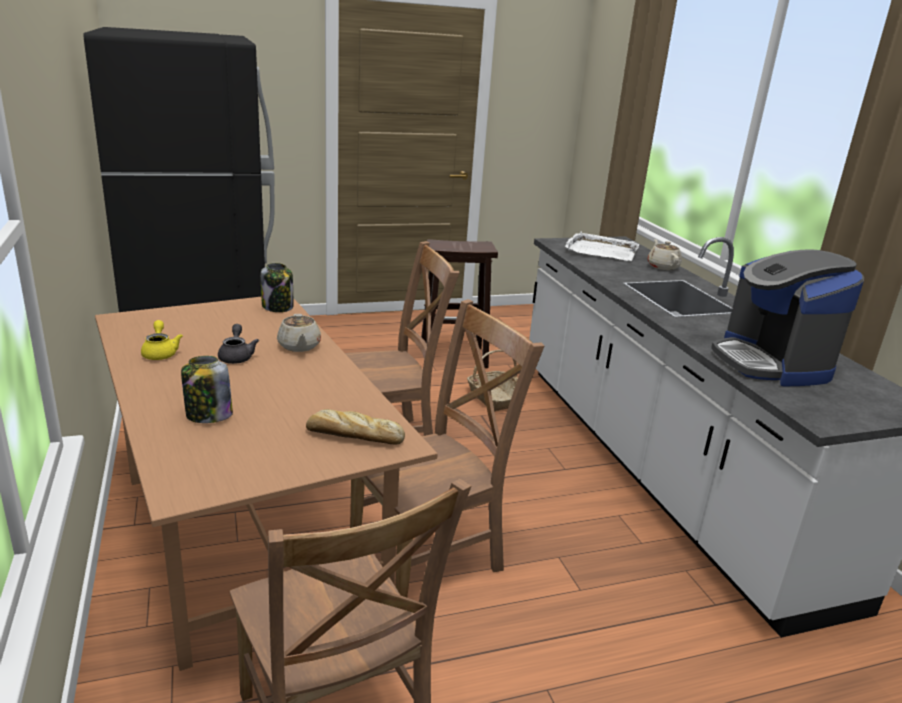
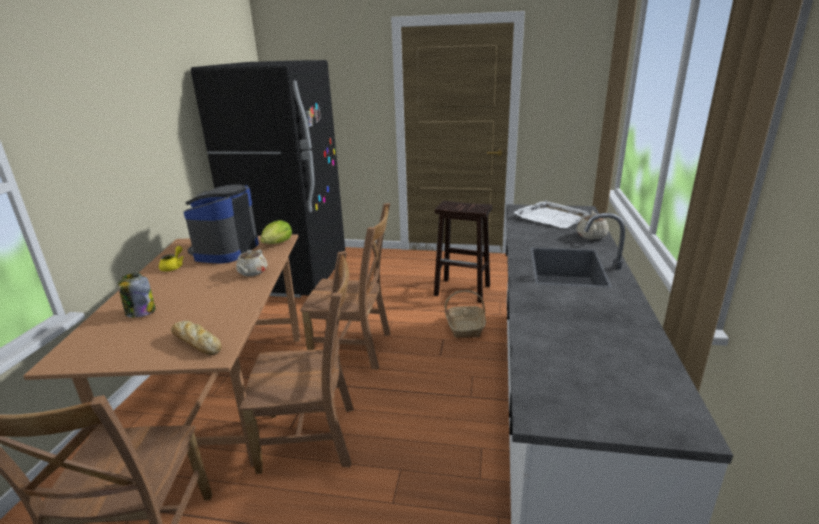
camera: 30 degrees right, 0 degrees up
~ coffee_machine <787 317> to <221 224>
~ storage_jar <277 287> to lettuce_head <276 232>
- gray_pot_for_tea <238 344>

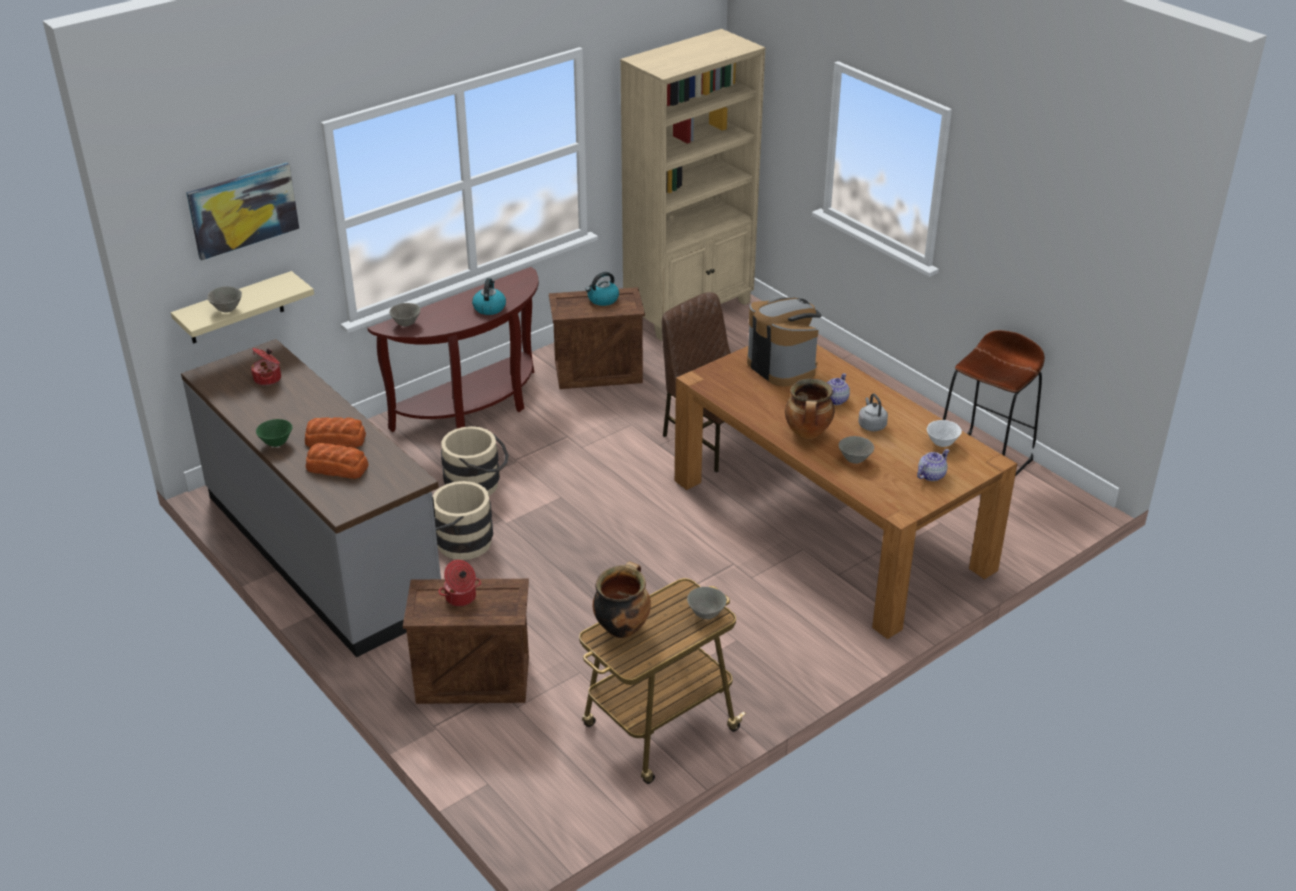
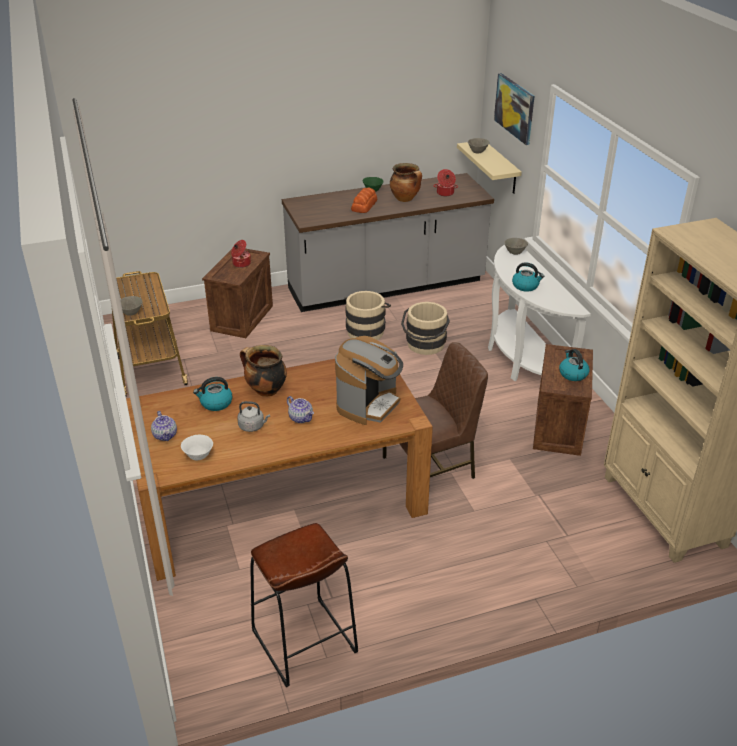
camera: 110 degrees right, 0 degrees up
~ brown_console_table <453 349> to whitish_console_table <539 313>
~ coffee_machine <784 341> = <369 380> 45 degrees counterclockwise
~ gray_bowl <856 450> to water_kettle <212 394>
- bread <337 461>
~ saucepot <622 599> to <406 182>

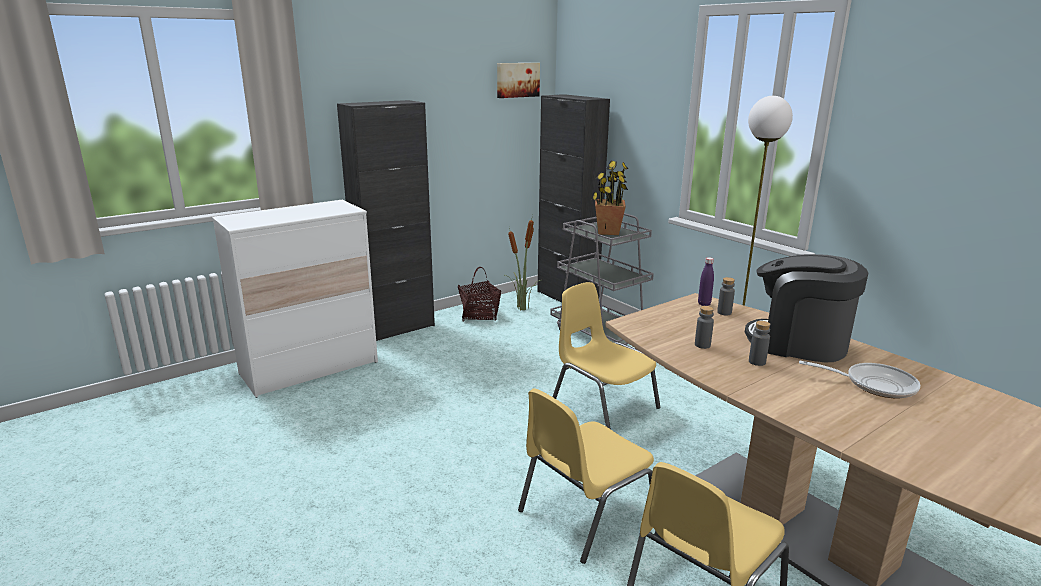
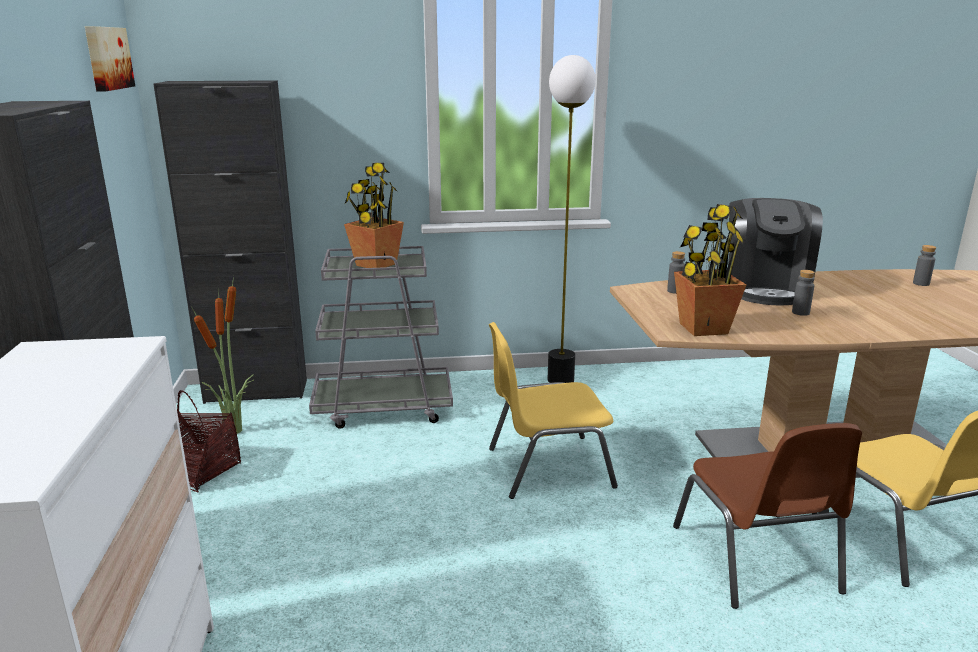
camera: 60 degrees left, 0 degrees up
~ coffee_machine <806 308> = <775 251> 45 degrees counterclockwise
- purple-coloured_drink_bottle <706 281>
~ gray_drink_bottle <704 327> to <924 265>
- skillet <859 379>
~ yellow_plain_chair <586 476> to brown_plain_chair <767 516>
+ houseplant <710 270>

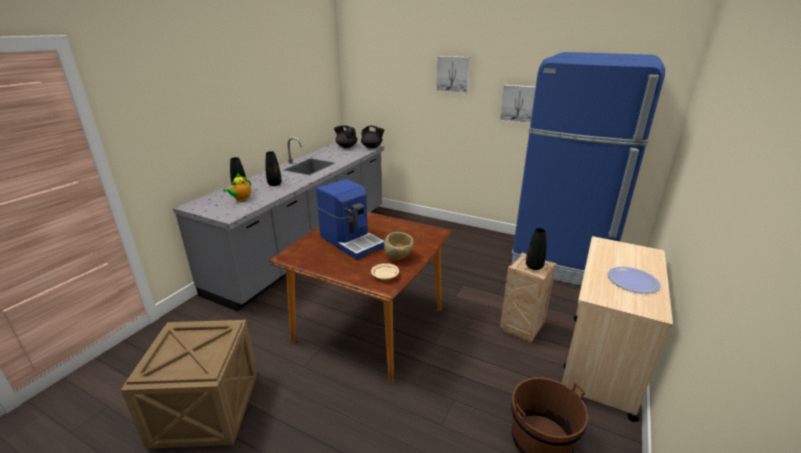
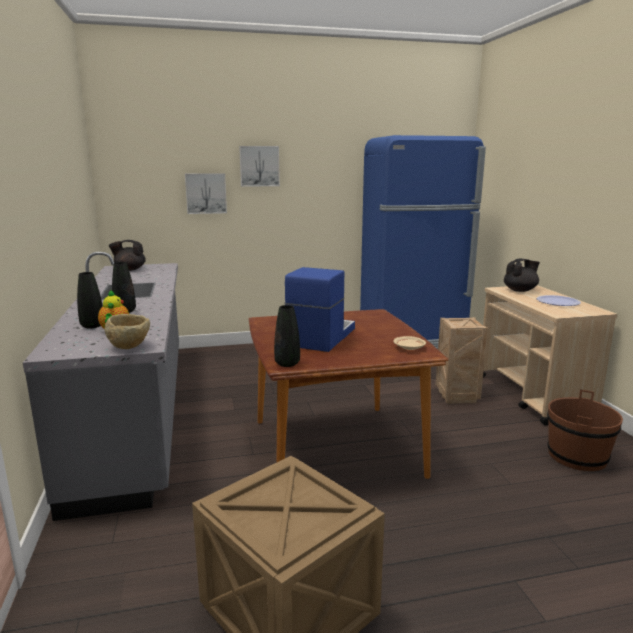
camera: 40 degrees left, 10 degrees down
~ wall_picture <517 104> to <206 193>
~ blackish_pot_for_tea <372 136> to <522 275>
~ coffee_machine <350 219> = <320 309> 75 degrees counterclockwise
~ blackish_vase <536 249> to <287 336>
~ beige-coloured_bowl <399 246> to <127 331>

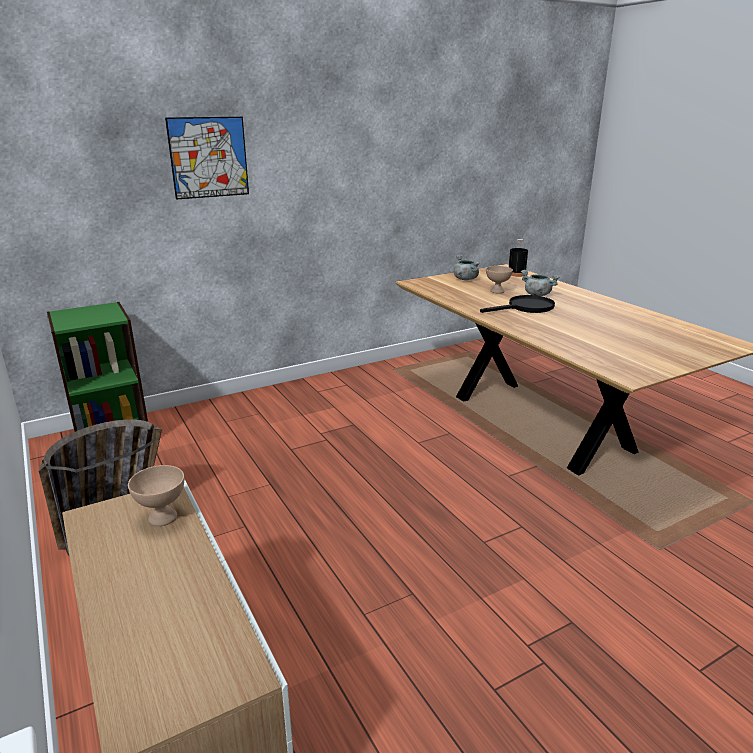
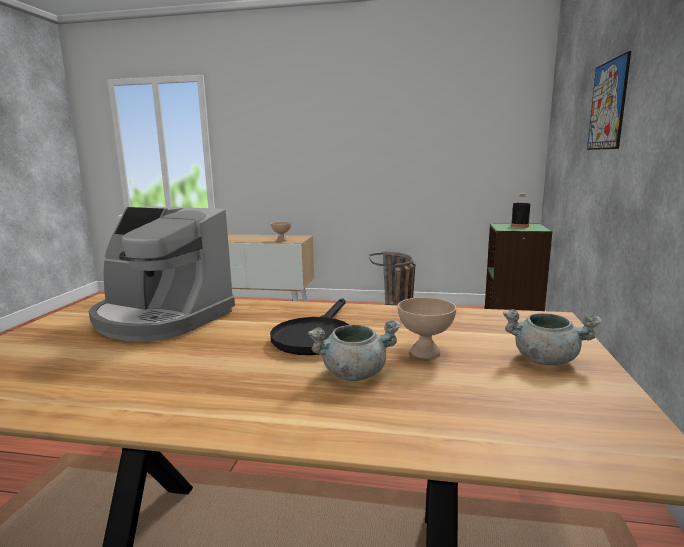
camera: 130 degrees right, 10 degrees down
~ blackish_drink_bottle <518 258> to <520 211>
+ coffee_machine <162 274>

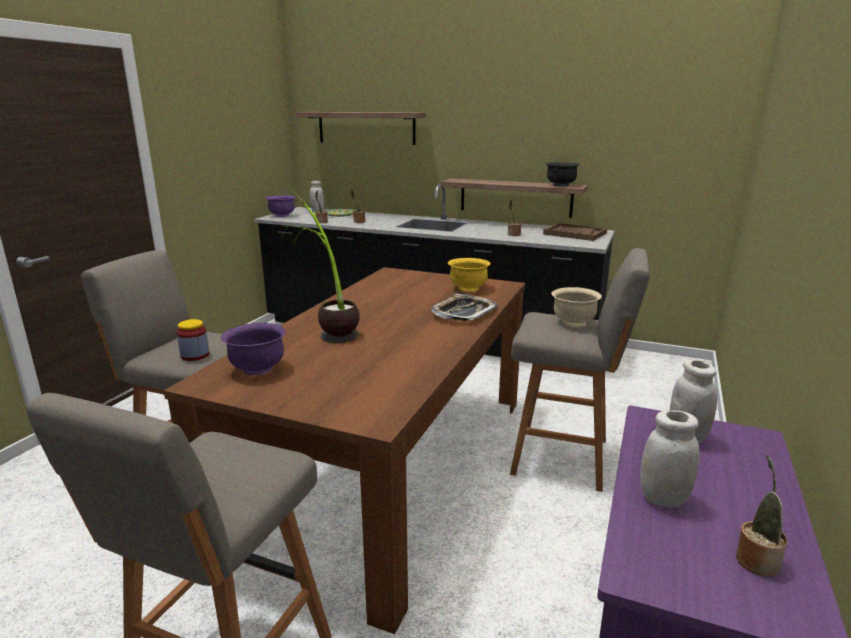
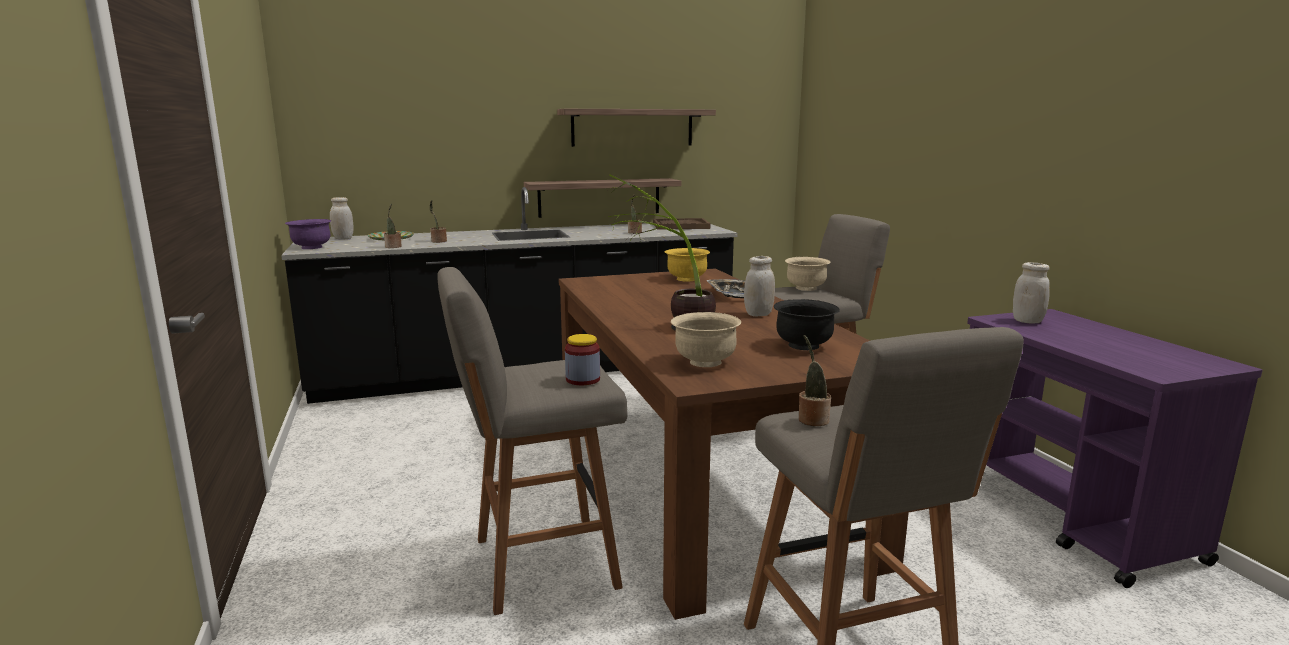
camera: 40 degrees left, 5 degrees down
~ wall_shelf <360 128> to <636 128>
~ blackish_bowl <563 174> to <807 324>
~ purple-coloured_bowl <253 349> to beige-coloured_bowl <706 339>
~ whitish_storage_jar <670 459> to <759 286>
~ houseplant <762 516> to <815 380>

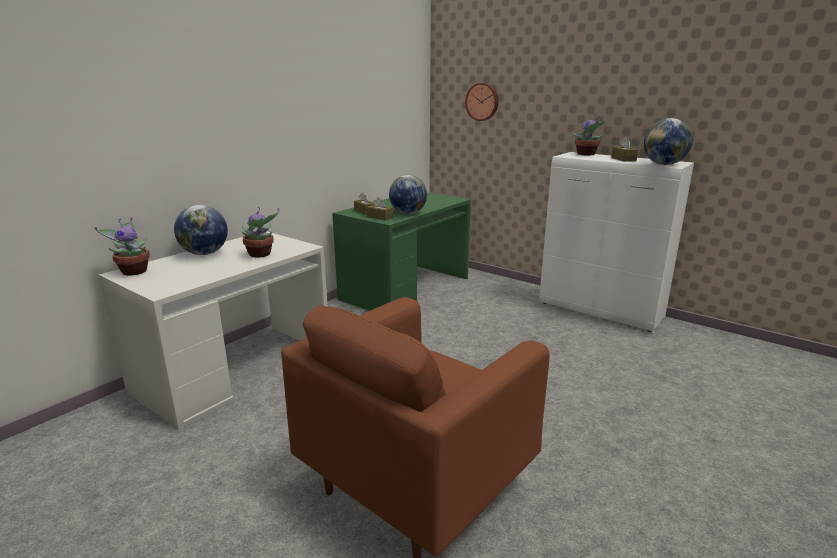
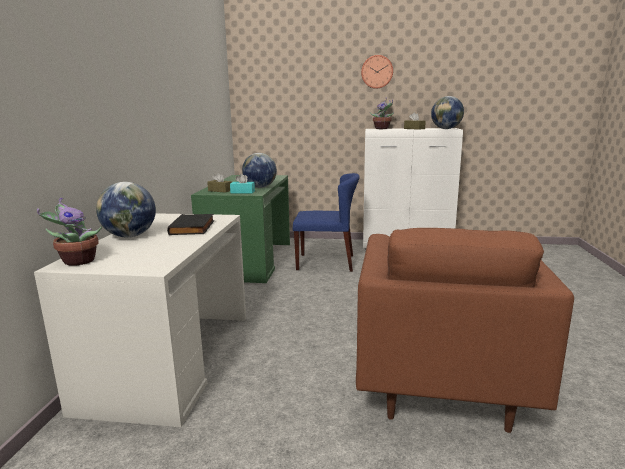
camera: 30 degrees left, 5 degrees down
~ clock_on_the_wall <481 102> to <377 72>
~ brown_tissue_holder <380 209> to blue-green_tissue_holder <242 183>
~ houseplant <260 232> to blackish_bound_book <190 224>
+ bluish_plain_chair <326 222>

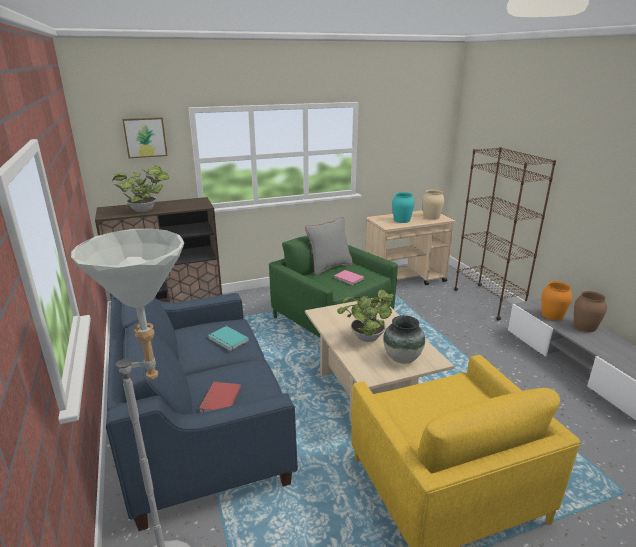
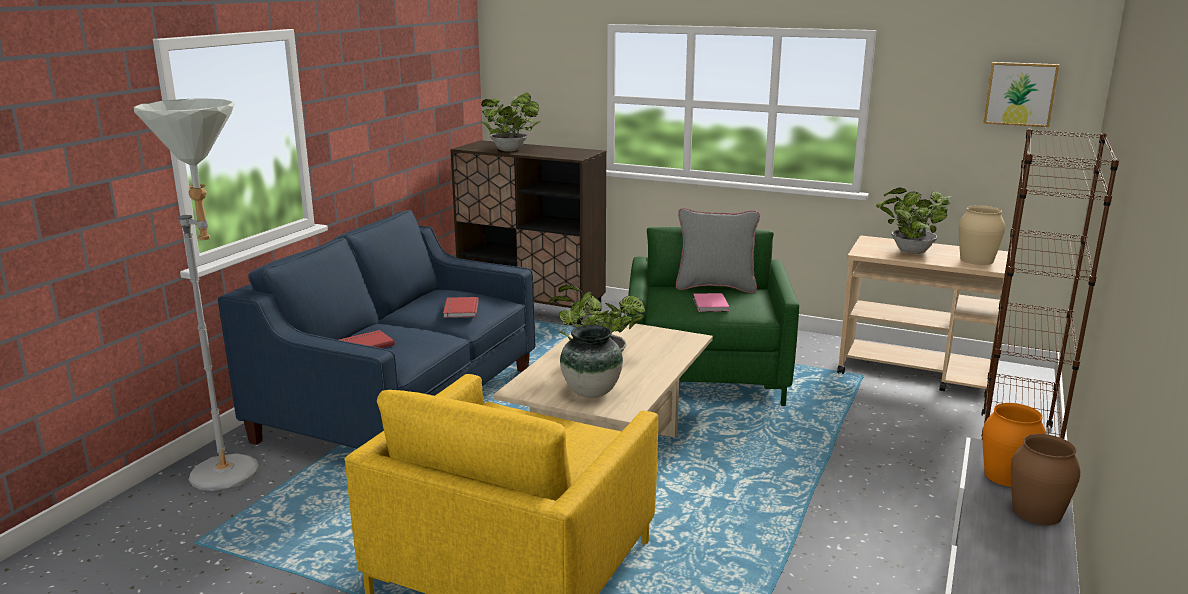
camera: 45 degrees right, 5 degrees down
~ wall_picture <144 137> to <1021 94>
~ blue-green_vase <403 207> to houseplant <914 221>
~ blue-green_bound_book <228 338> to red-coloured_bound_book <461 307>

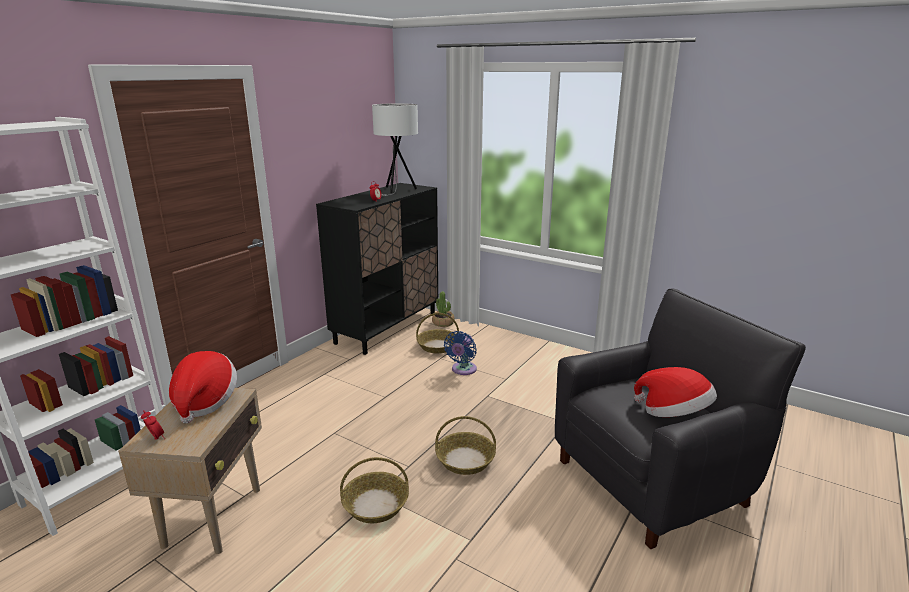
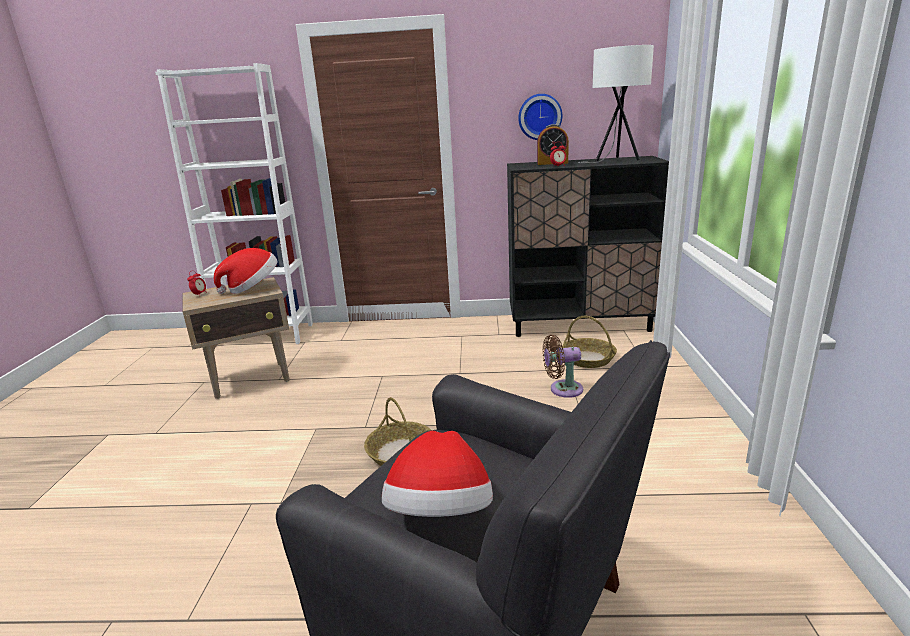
camera: 60 degrees right, 0 degrees up
- houseplant <443 309>
~ bluish_fan <460 353> to brown_fan <563 366>
- household_basket <374 490>
+ clock_on_the_wall <540 117>
+ alarm_clock <553 144>

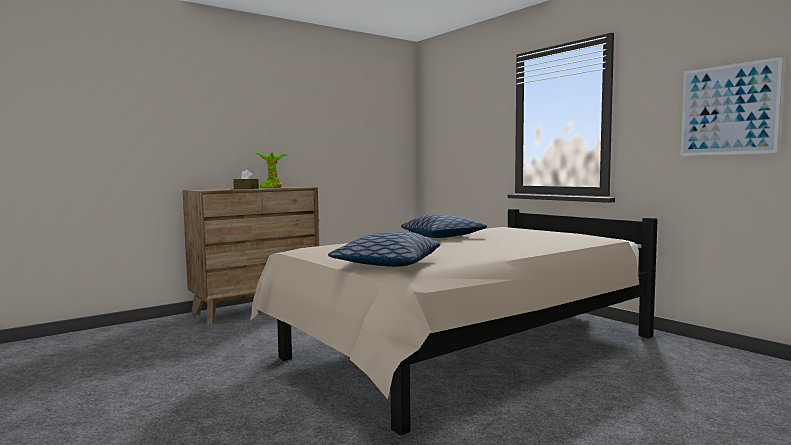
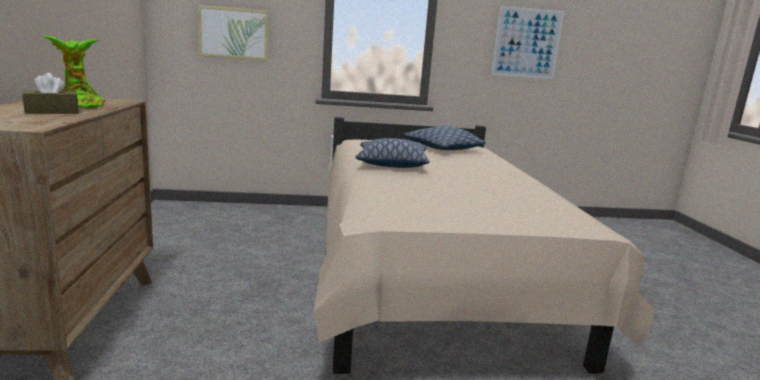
camera: 60 degrees left, 10 degrees up
~ pillow <384 249> to <445 138>
+ wall_picture <233 33>

